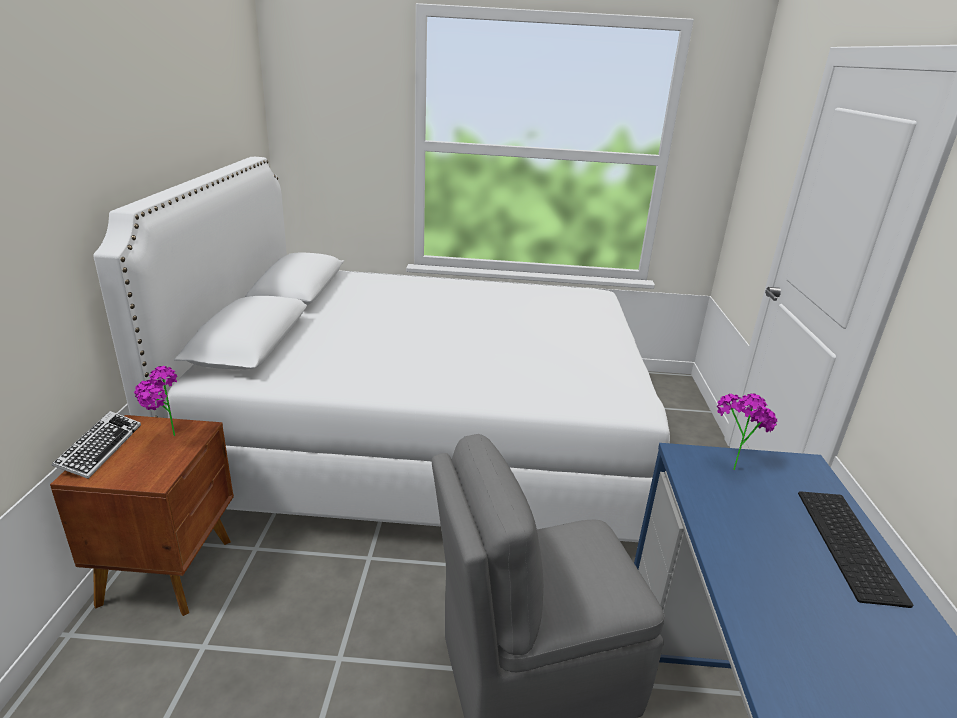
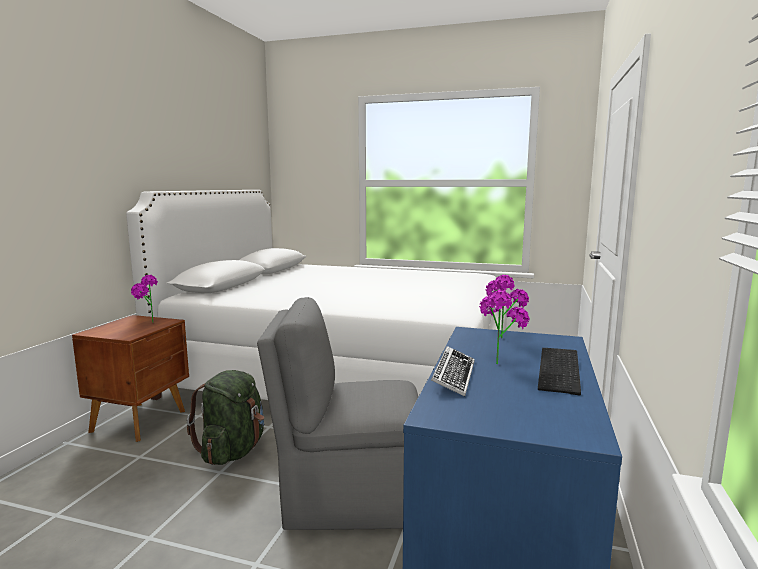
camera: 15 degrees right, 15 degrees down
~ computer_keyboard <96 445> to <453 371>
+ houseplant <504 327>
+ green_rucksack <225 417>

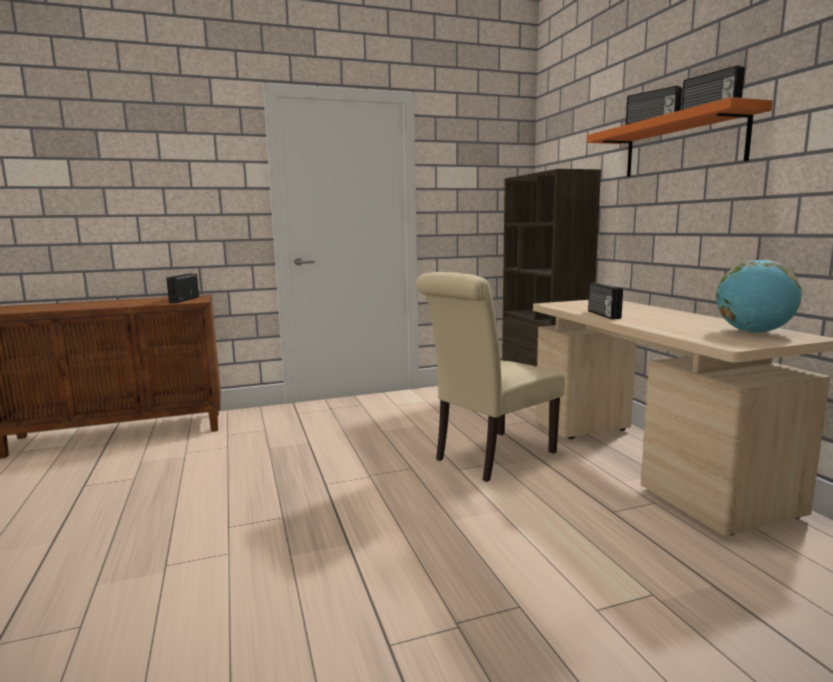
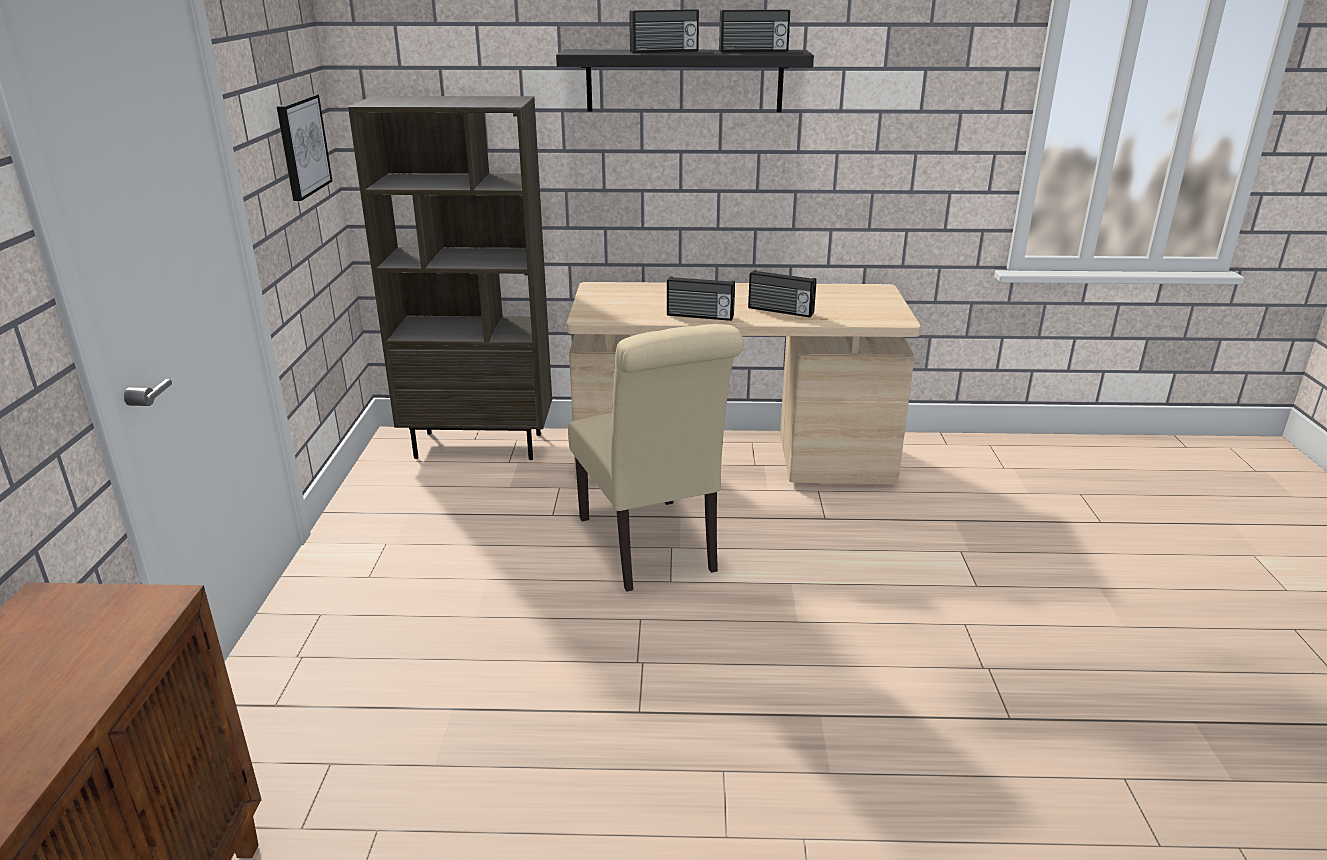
camera: 70 degrees left, 15 degrees up
~ orange_wall_shelf <680 137> to blackish_wall_shelf <685 80>
- desk_globe <759 296>
~ radio <182 288> to <782 293>
+ wall_picture <304 147>

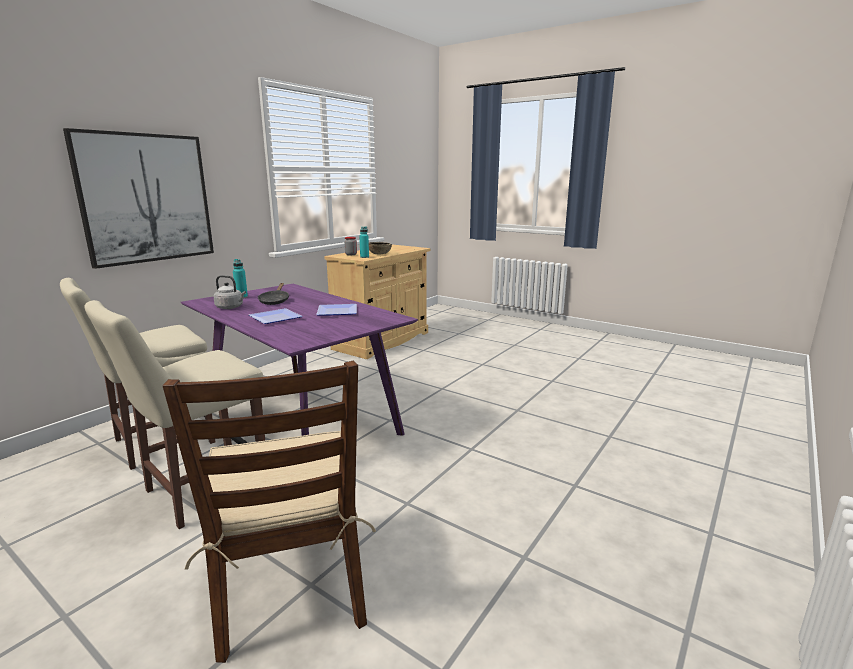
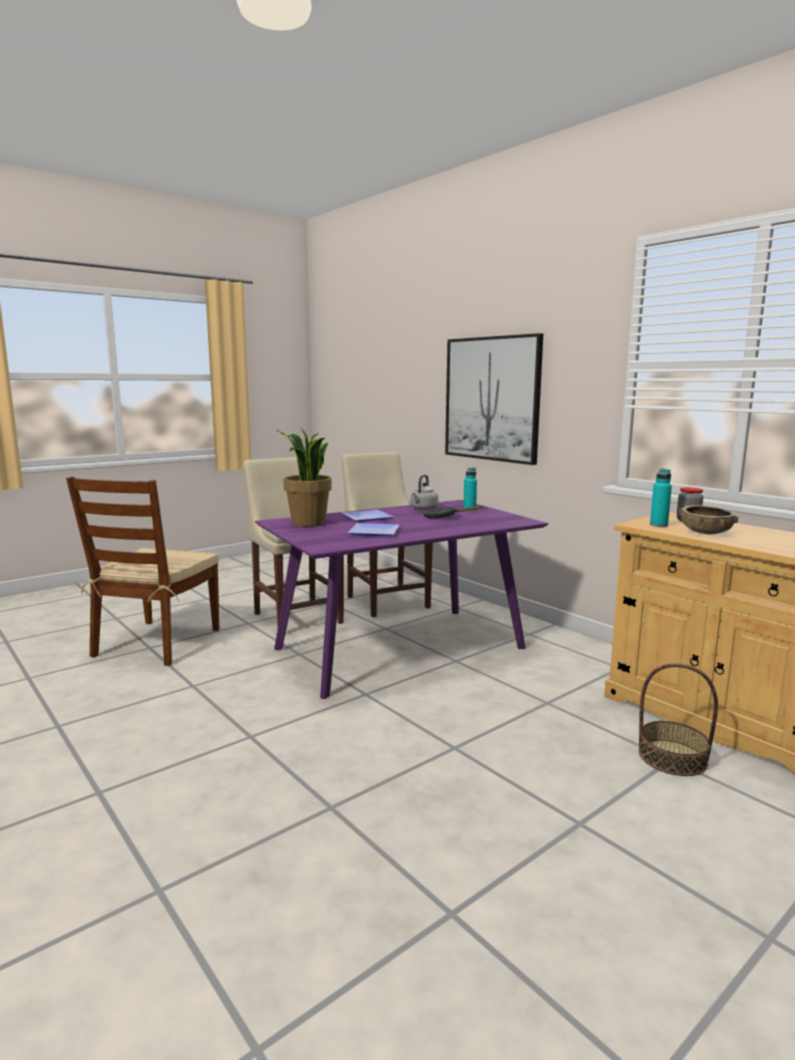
camera: 105 degrees right, 5 degrees down
~ brown_plain_chair <269 512> = <142 571> 75 degrees counterclockwise
+ houseplant <304 477>
+ household_basket <678 719>

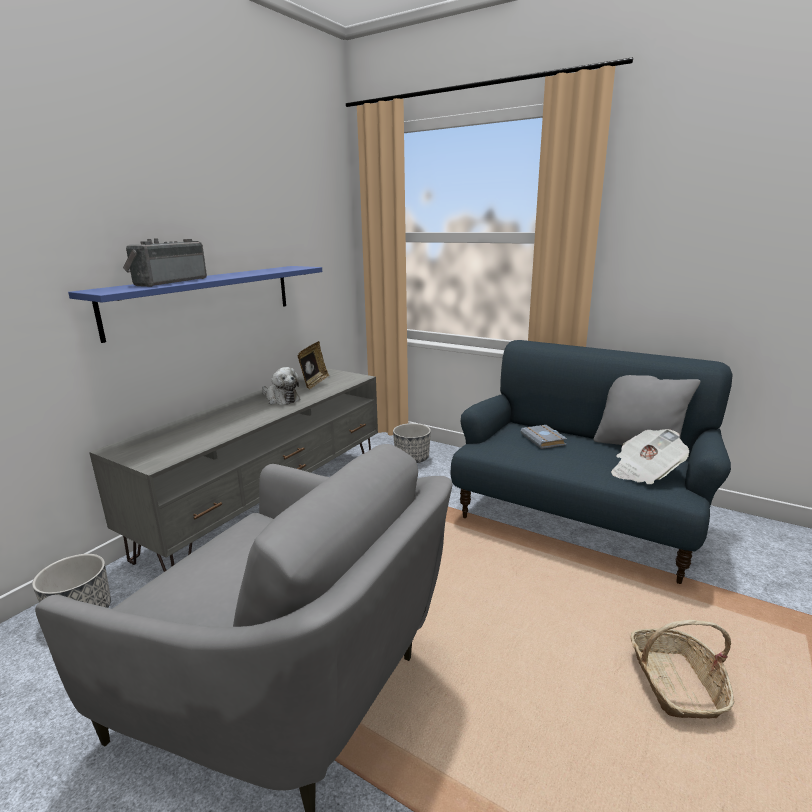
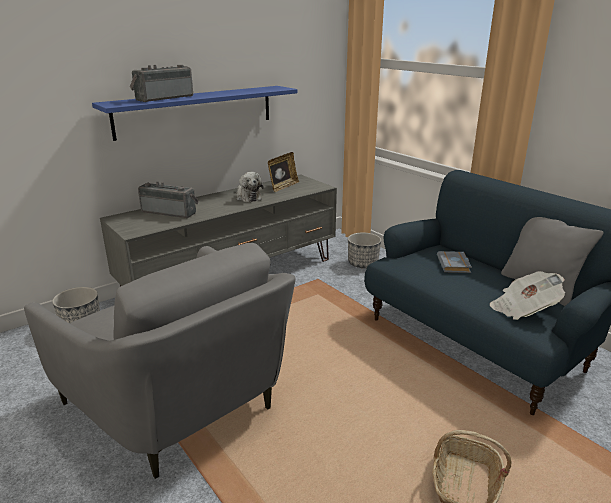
camera: 20 degrees right, 5 degrees up
+ radio <168 200>

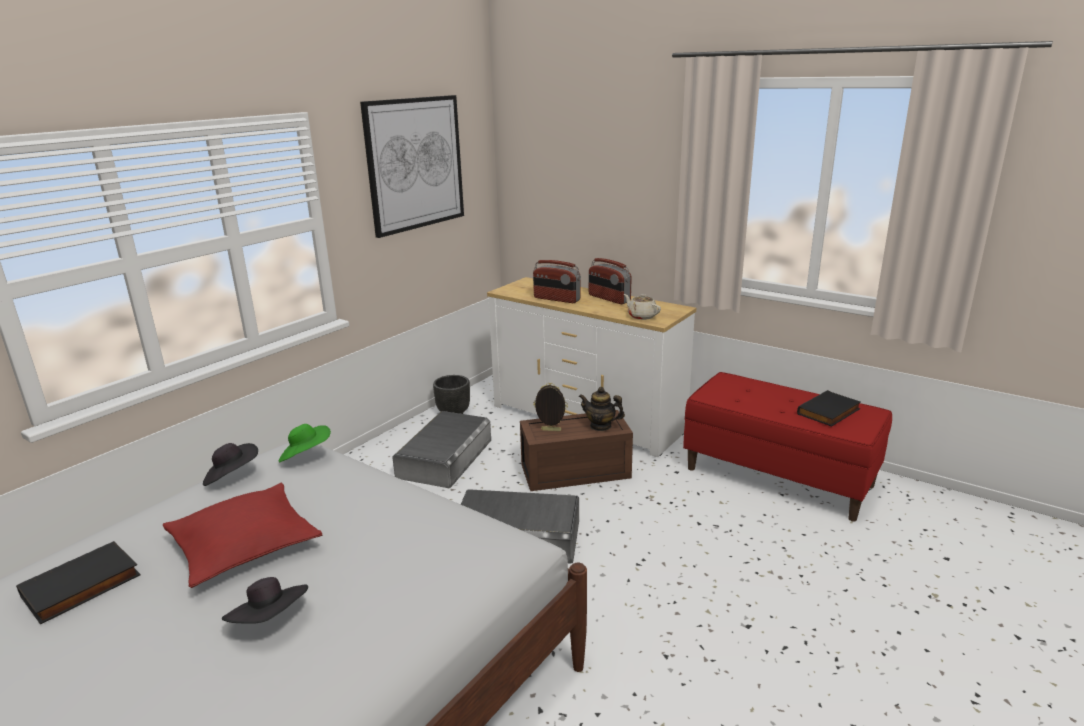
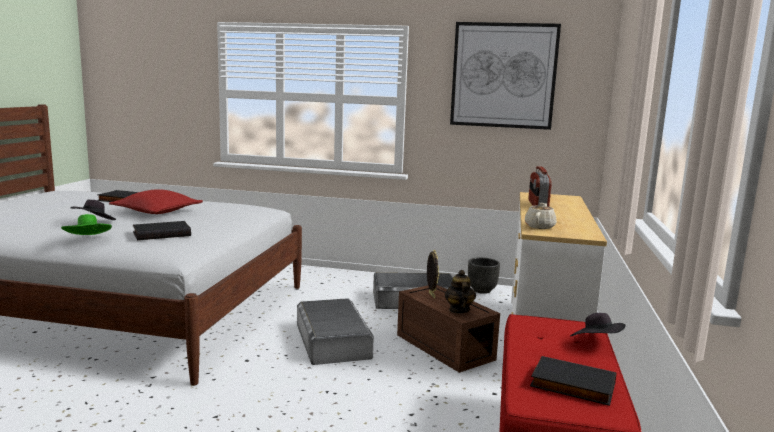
camera: 65 degrees right, 10 degrees down
- radio <610 281>
~ green_clothing_hat <304 443> to <86 224>
~ blackish_clothing_hat <230 464> to <598 324>
+ blackish_bound_book <162 230>

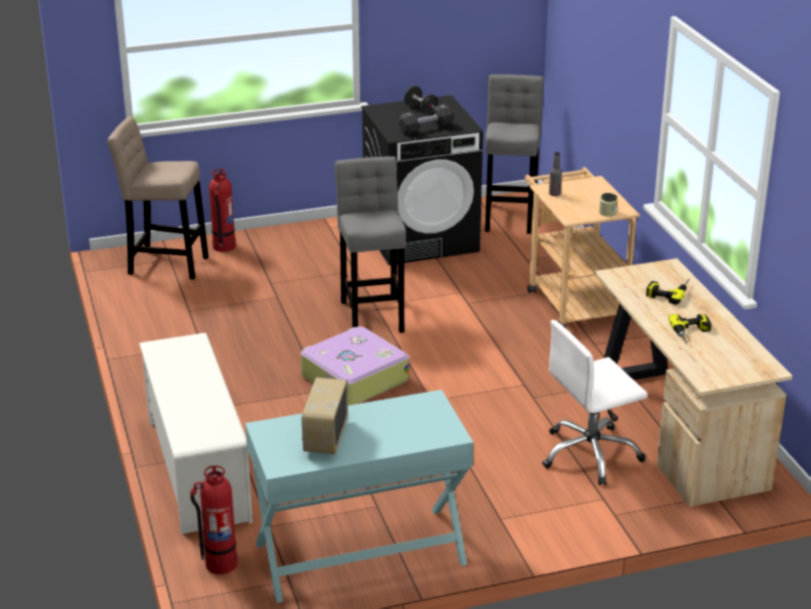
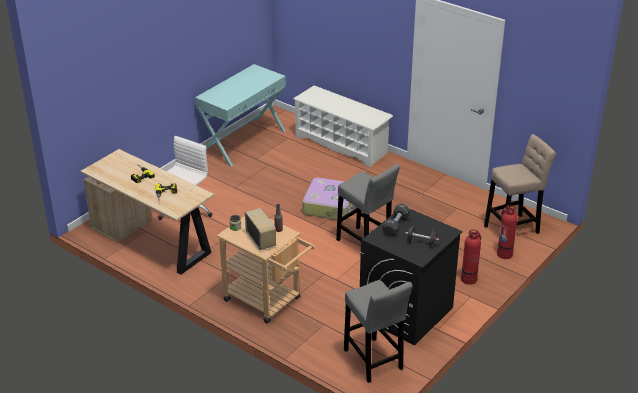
camera: 145 degrees right, 5 degrees up
~ radio <325 415> to <260 229>
~ fire-fighting_cylinder <214 519> to <471 257>

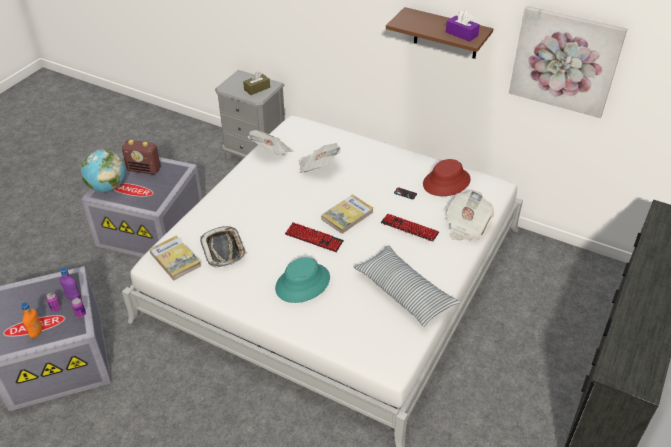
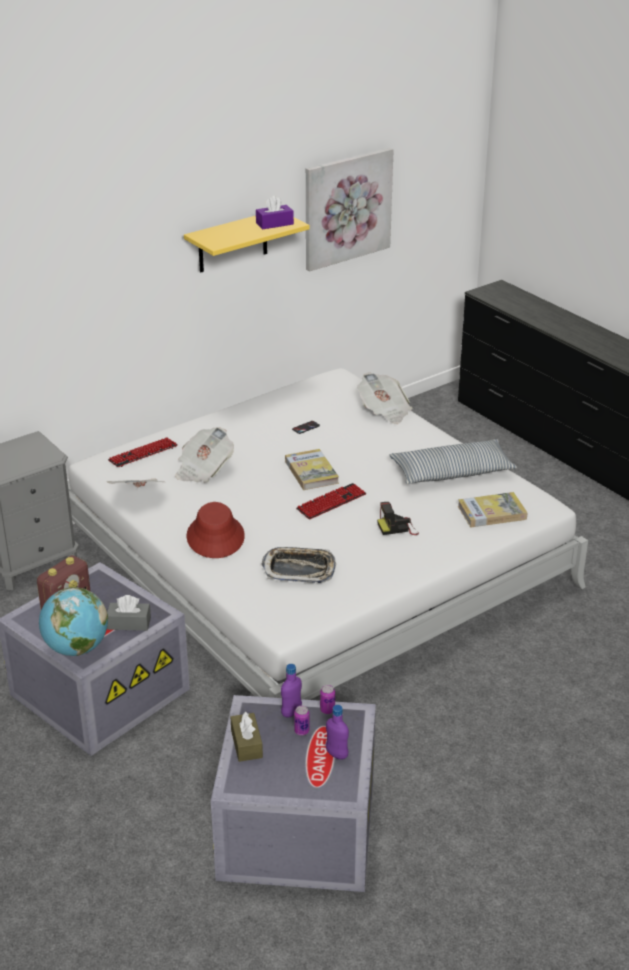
camera: 65 degrees left, 10 degrees down
~ brown_wall_shelf <439 33> to yellow_wall_shelf <247 244>
~ brown_tissue_holder <256 83> to <247 736>
~ red-coloured_clothing_hat <447 177> to <216 530>
~ computer_keyboard <410 228> to <143 452>
~ bound_book <175 258> to <493 509>
~ blue-green_clothing_hat <302 280> to still_camera <398 518>
~ orange_drink_bottle <32 320> to purple-coloured_drink_bottle <337 732>
+ gray_tissue_holder <129 613>

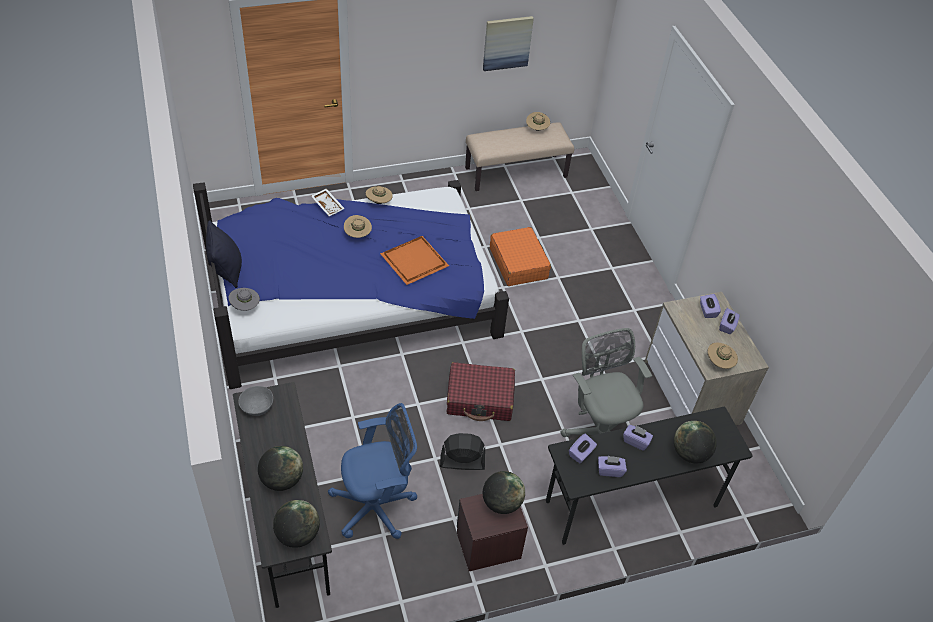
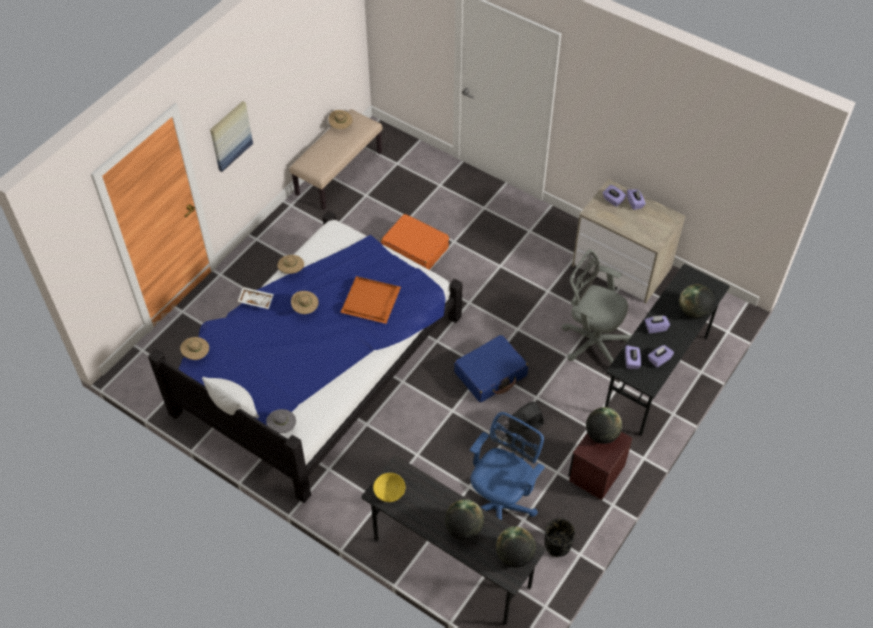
camera: 35 degrees left, 5 degrees up
~ wall_picture <508 43> to <231 136>
~ blackish_pillow <224 254> to whitish_pillow <230 397>
~ beige-coloured_clothing_hat <723 356> to <194 348>
~ red-coloured_piece_of_luggage <481 391> to bluish_piece_of_luggage <491 369>
~ gray_bowl <256 401> to yellow_bowl <389 487>
+ blackish_flower_pot <560 537>

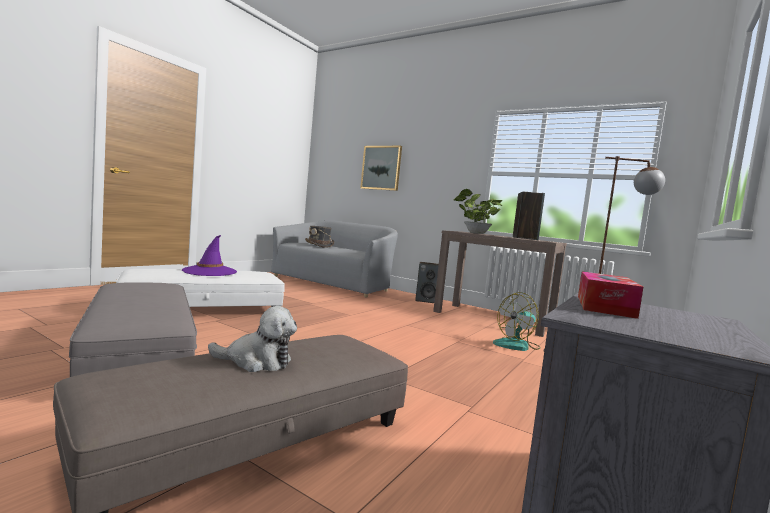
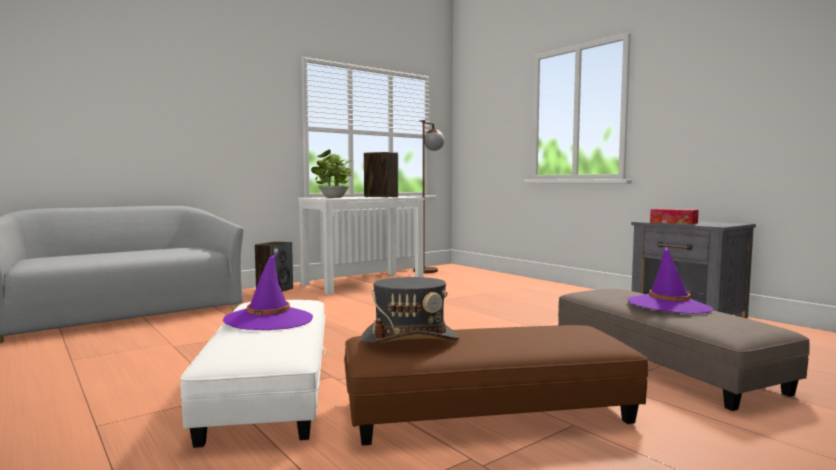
camera: 70 degrees left, 0 degrees up
- wall_picture <381 168>
~ gray_clothing_hat <319 237> to <409 310>
~ brown_console_table <500 283> to whitish_console_table <361 246>
~ gray_ottoman <133 329> to brown_ottoman <496 385>
- fan <517 321>
~ cuddly_toy <252 339> to purple-coloured_clothing_hat <670 280>

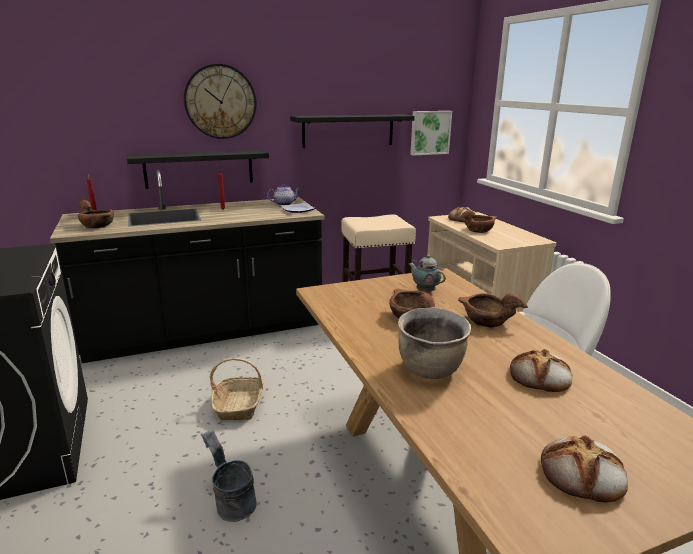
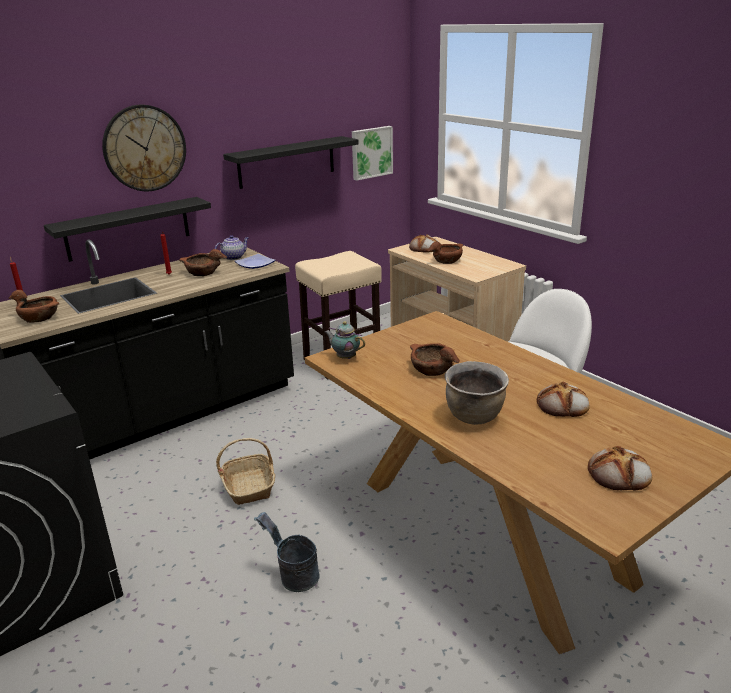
camera: 15 degrees left, 5 degrees up
~ pot_for_tea <427 274> to <345 340>
~ brown_bowl <493 310> to <203 262>

